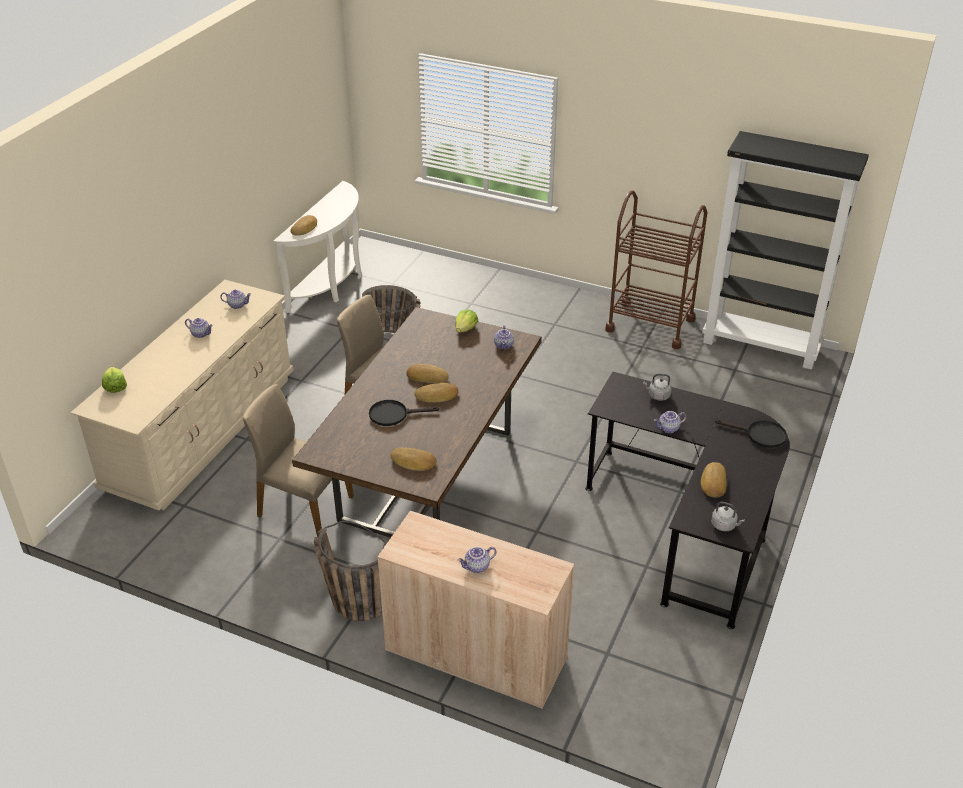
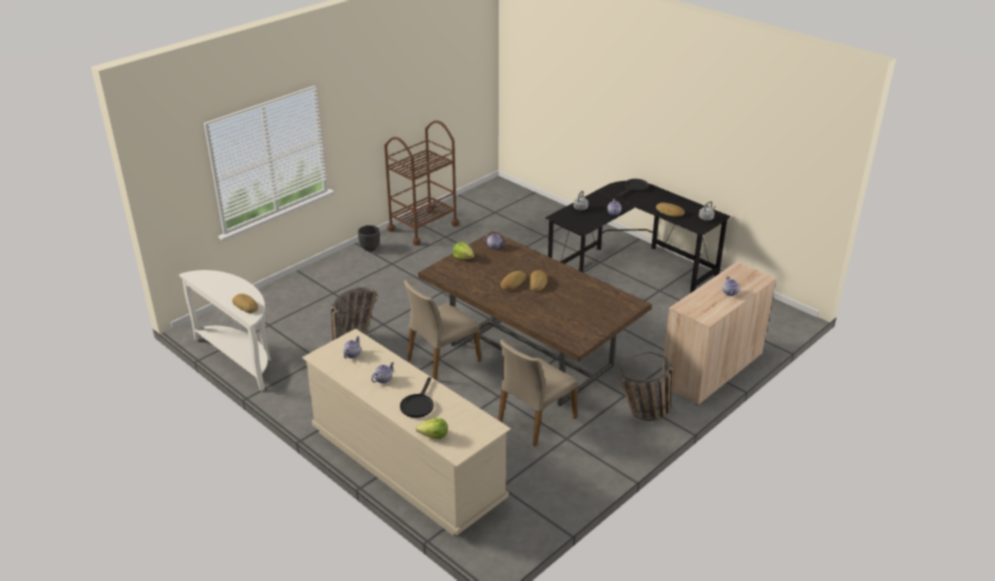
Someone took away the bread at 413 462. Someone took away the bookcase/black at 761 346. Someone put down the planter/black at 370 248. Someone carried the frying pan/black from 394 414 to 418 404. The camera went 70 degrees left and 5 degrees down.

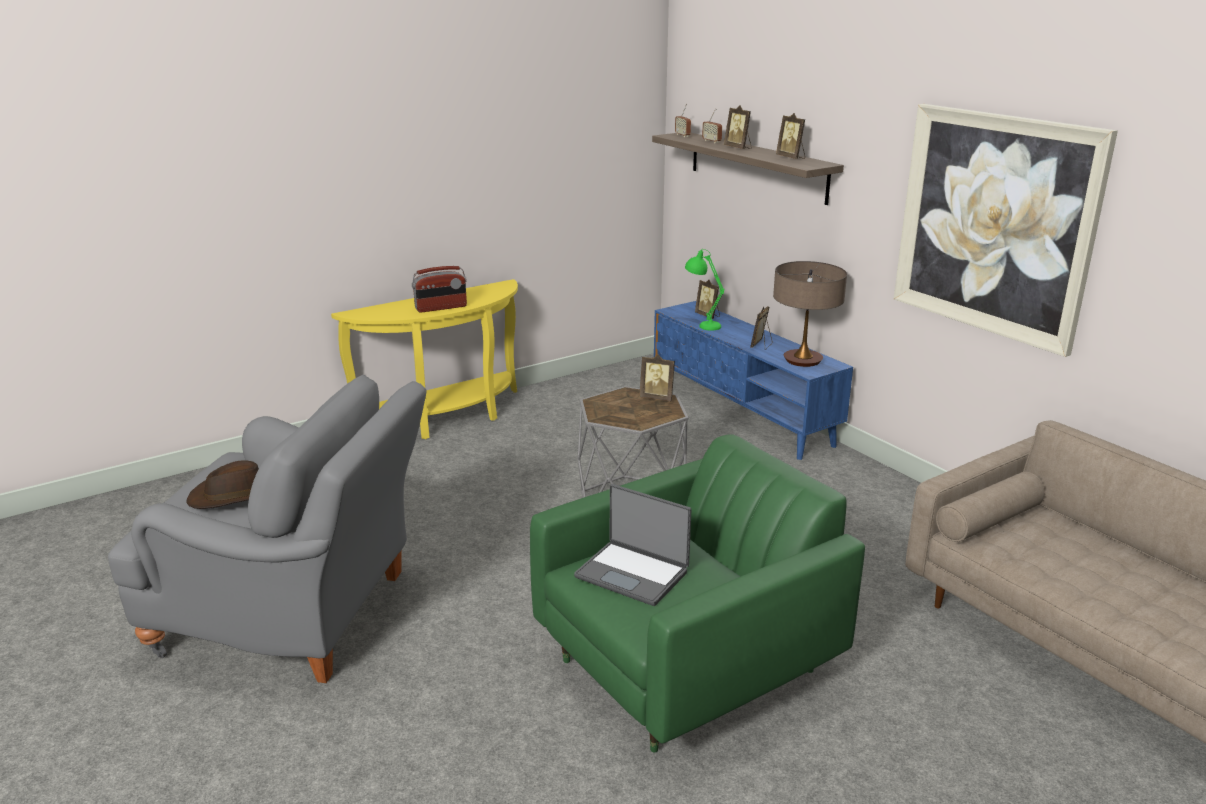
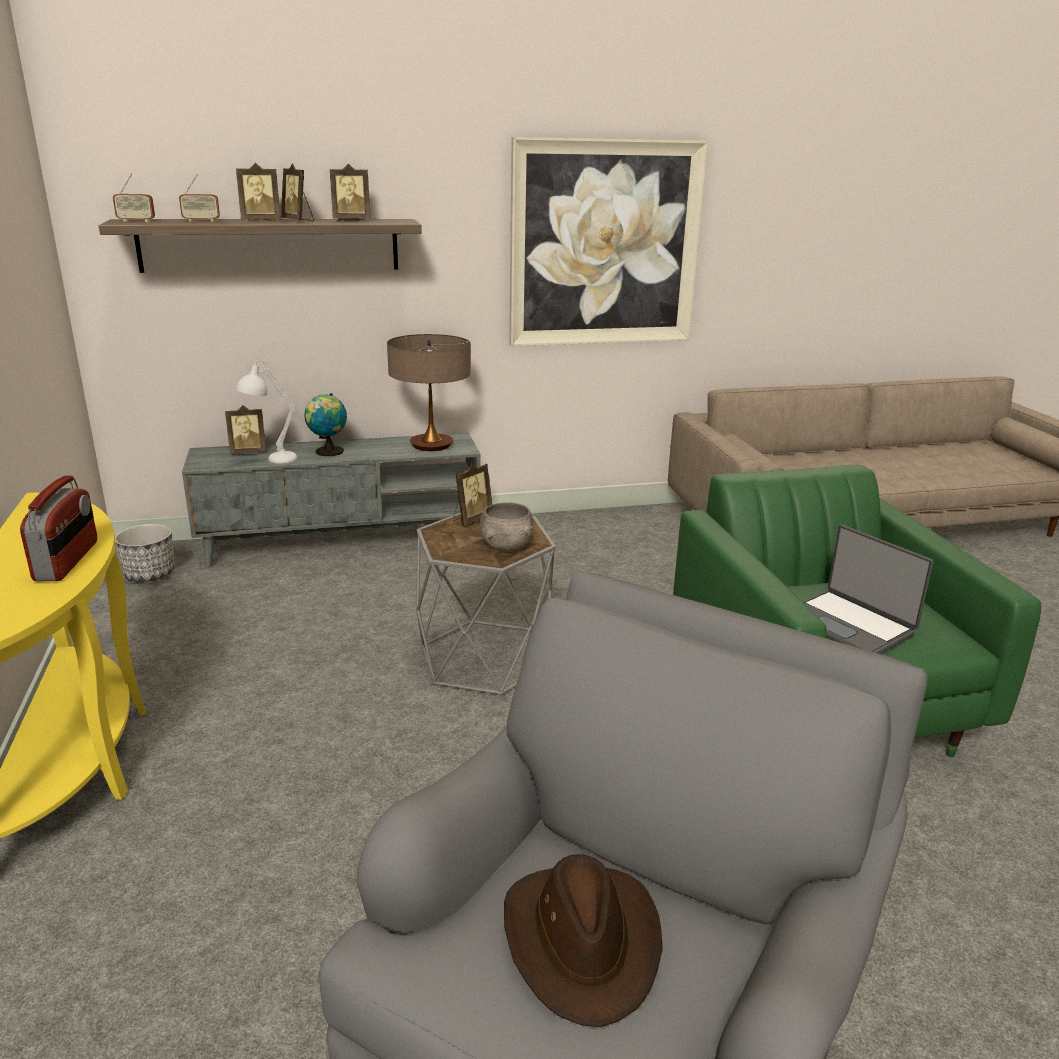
Someone put down the planter at 149 574. Someone put down the globe at 328 452. Someone put down the bowl/grey at 507 545. Someone carried the picture frame from 761 345 to 298 221. Someone repainted the tv stand/blue at 742 413, which became the tv stand/grey at 343 543. Someone repainted the table lamp/green at 702 324, which became the table lamp/white at 271 460. Someone rotated the laptop at 633 573 by 90 degrees clockwise. The camera went 70 degrees left and 0 degrees up.

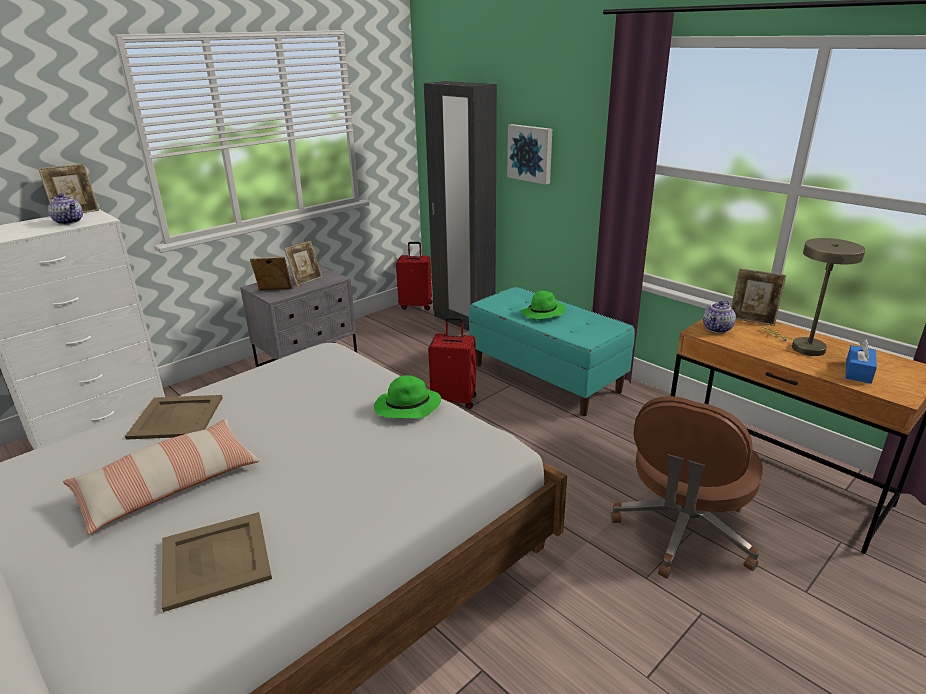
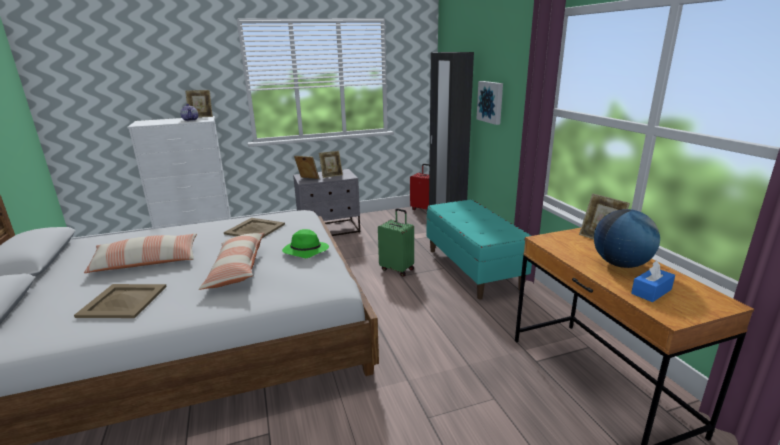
Someone took away the hat/green at 543 313. Someone took away the office chair/brown at 683 532. Someone took away the teapot at 717 329. Someone put down the pillow at 237 269. Someone carried the tray/beige from 175 418 to 254 229. Someone swapped the table lamp/beige at 802 346 for the globe at 620 264. Someone repainted the suitcase/red at 454 400, which became the suitcase/green at 397 269. The camera went 25 degrees right and 5 degrees down.

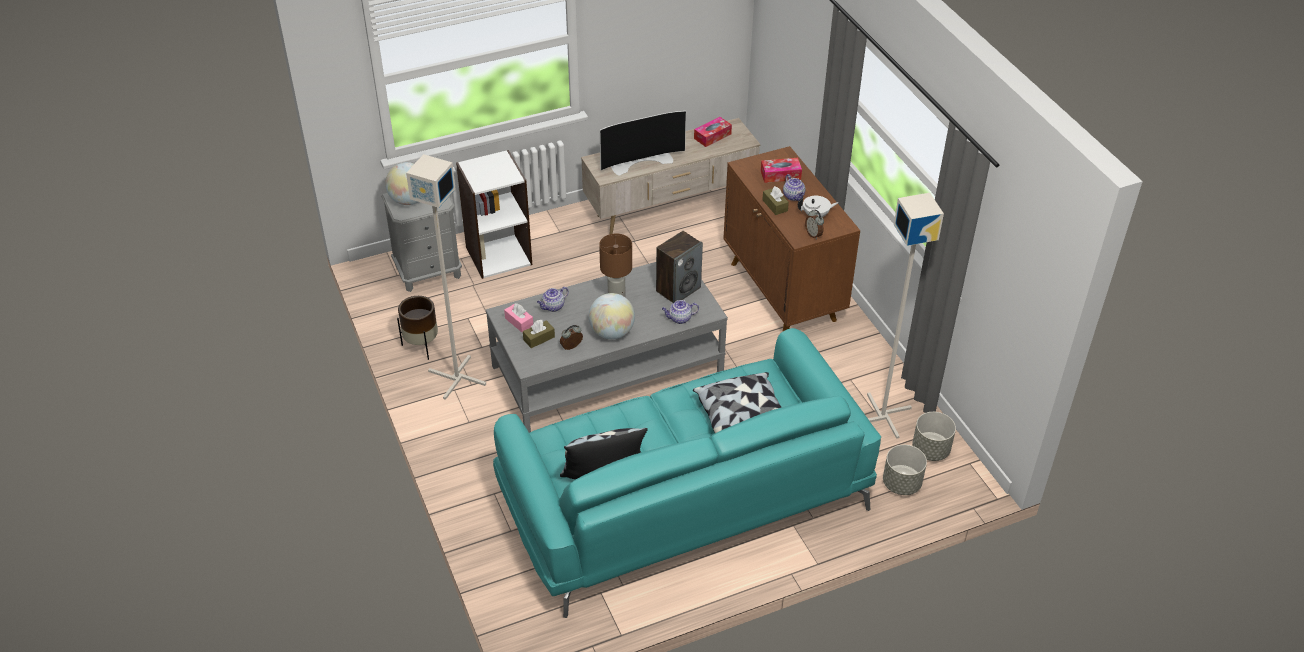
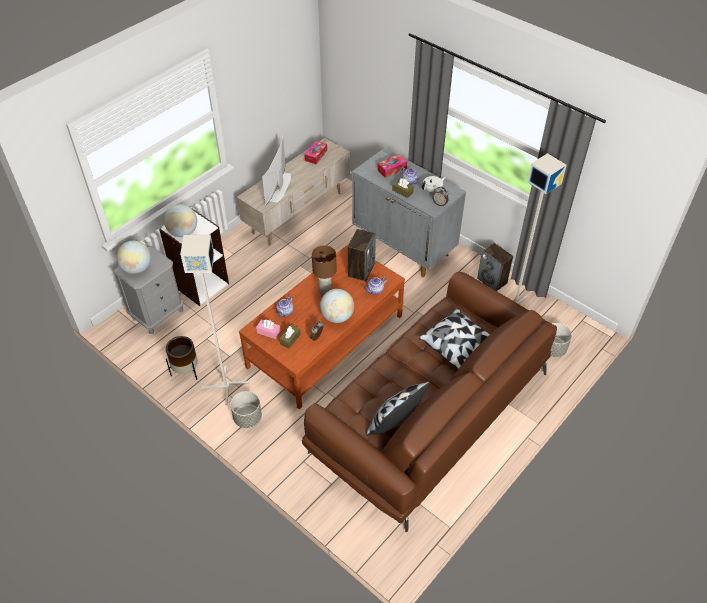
Someone put down the globe at 183 232. Someone put down the speaker at 492 281. Someone carried the planter/grey from 931 450 to 248 418. Someone repainted the coffee table/grey at 607 370, which became the coffee table/brown at 325 341. Someone repainted the sofa/turquoise at 682 498, which became the sofa/brown at 429 413. Someone repainted the cabinet/brown at 783 292, which became the cabinet/grey at 404 247. Someone rotated the television at 641 161 by 150 degrees clockwise. The camera went 25 degrees left and 5 degrees up.

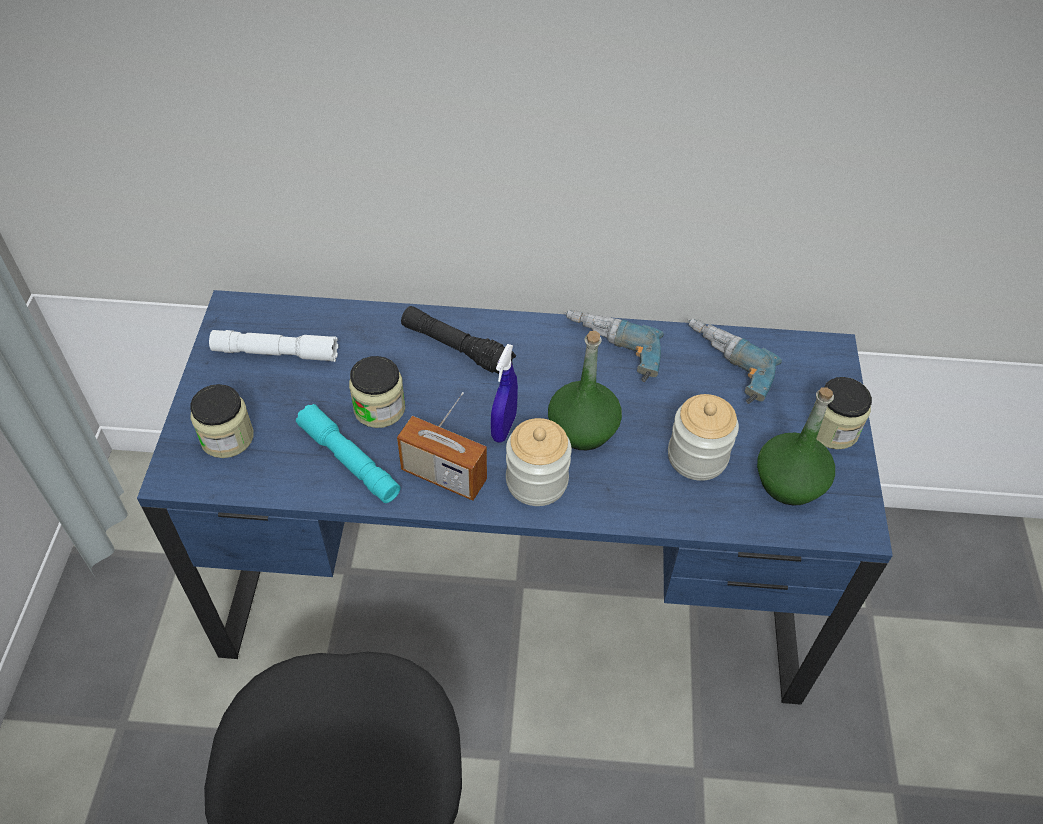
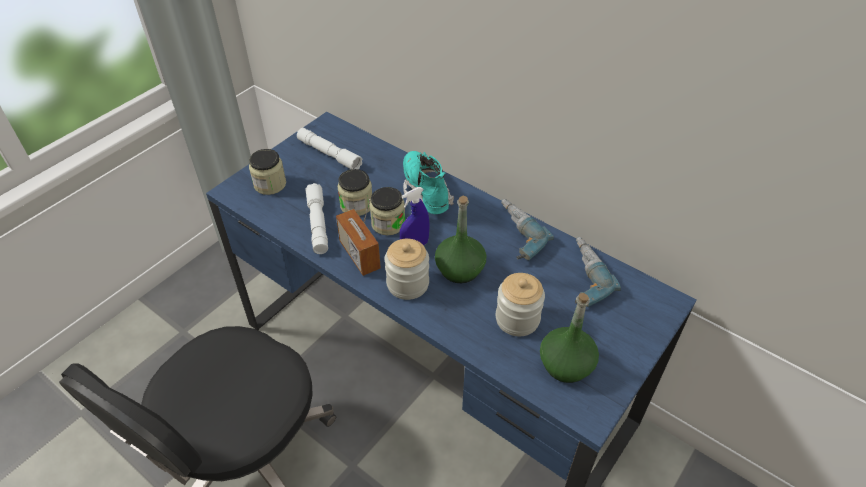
Someone carried the jar from 832 429 to 388 223. Someone swapped the flashlight/black at 457 348 for the boot/turquoise at 425 193. Someone repainted the flashlight/turquoise at 349 461, which became the flashlight/white at 318 224. The camera went 35 degrees right and 5 degrees down.

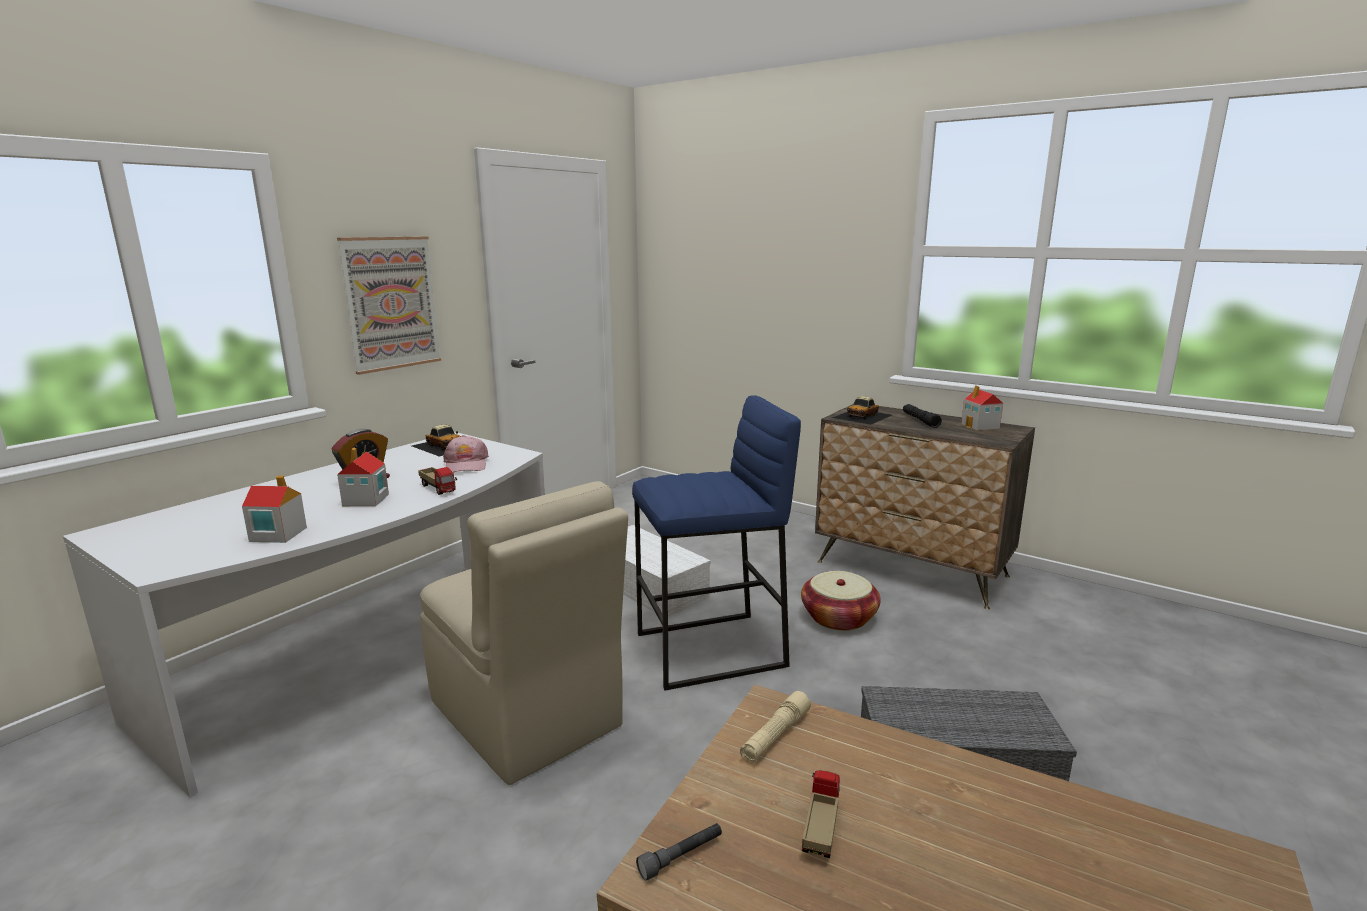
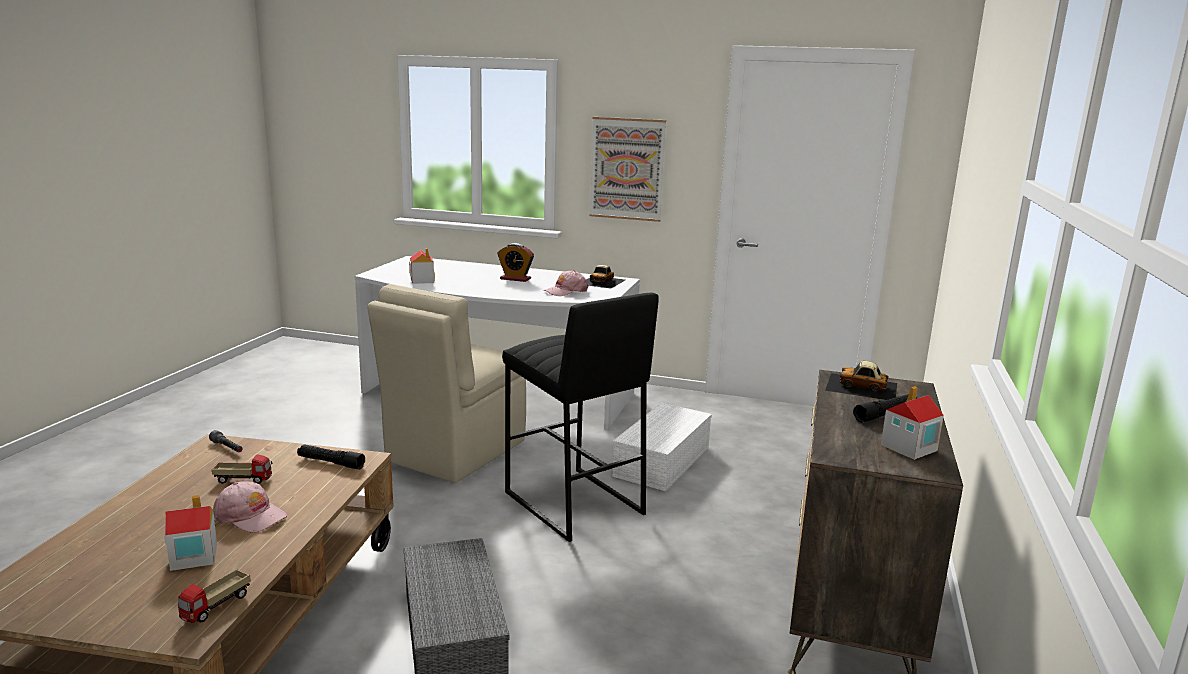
Someone took away the basket at 839 618. Someone put down the cap/pink at 250 516. Someone carried the toy house from 365 500 to 193 557. Someone carried the toy truck from 438 489 to 216 607. Someone repainted the stool/blue at 710 650, which became the stool/black at 572 503. Someone repainted the flashlight/beige at 775 736, which became the flashlight/black at 331 463. The camera went 70 degrees right and 0 degrees up.

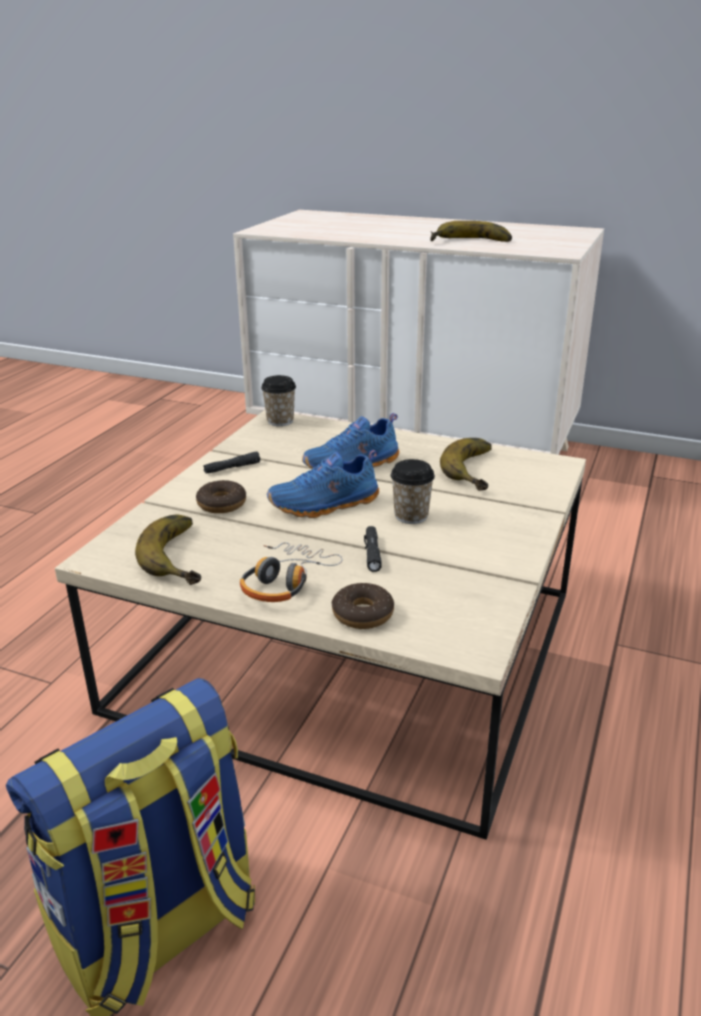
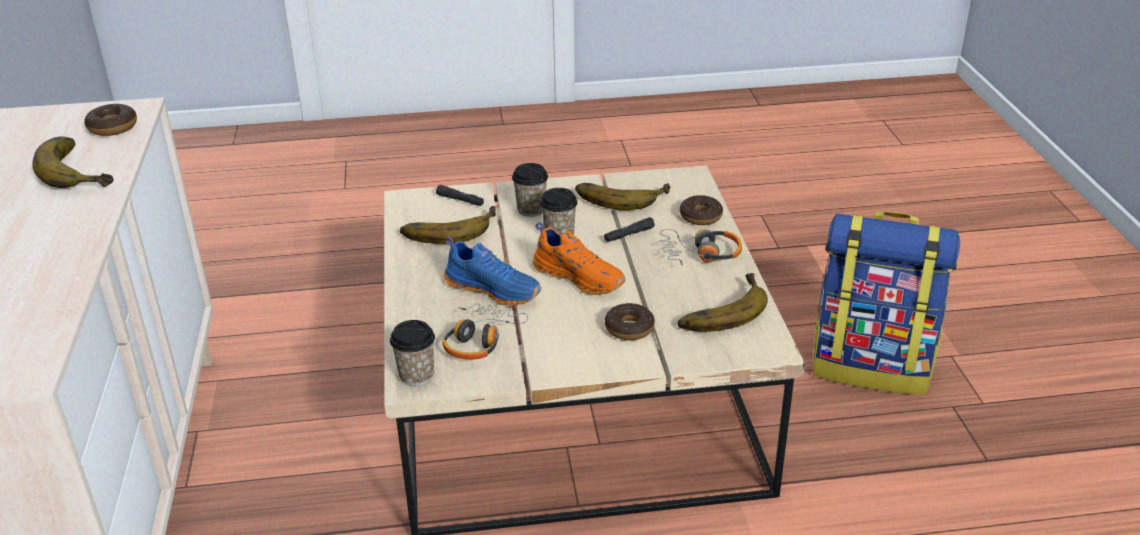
Someone put down the donut at 112 127. Someone put down the headphones at 480 339. Someone put down the cup at 531 209. Someone put down the banana at 620 196. Someone carried the flashlight/black from 232 468 to 460 200. Someone repainted the shoe/blue at 325 505, which became the shoe/orange at 580 277. The camera went 120 degrees left and 5 degrees up.

